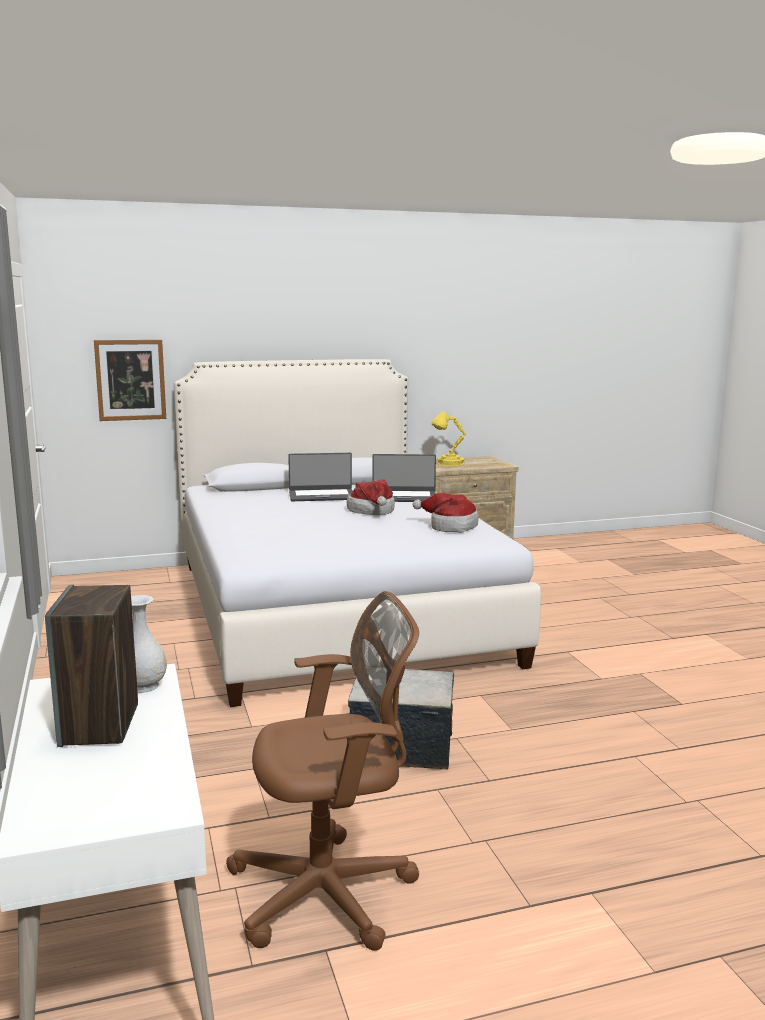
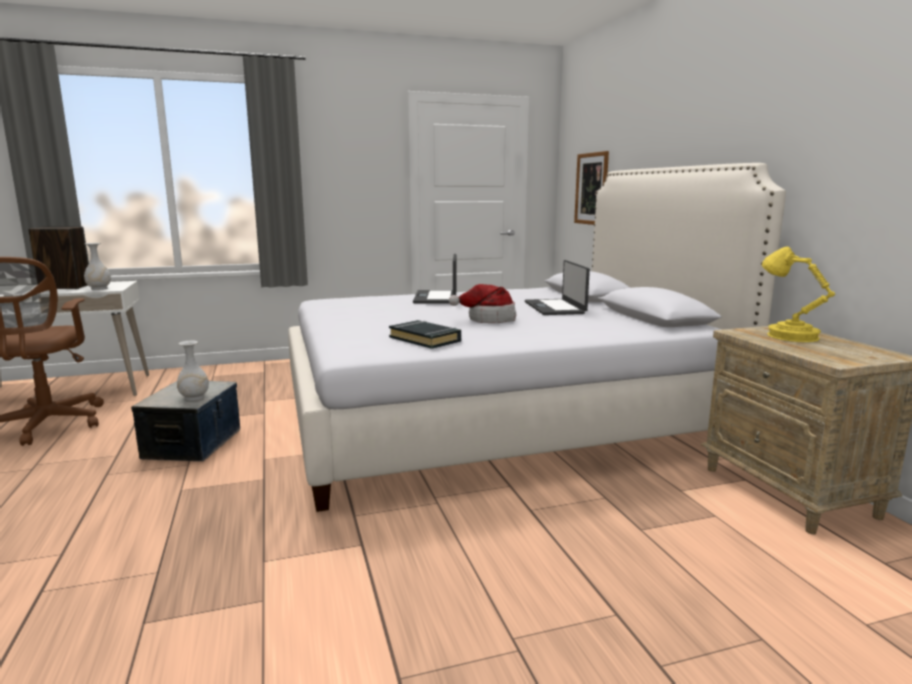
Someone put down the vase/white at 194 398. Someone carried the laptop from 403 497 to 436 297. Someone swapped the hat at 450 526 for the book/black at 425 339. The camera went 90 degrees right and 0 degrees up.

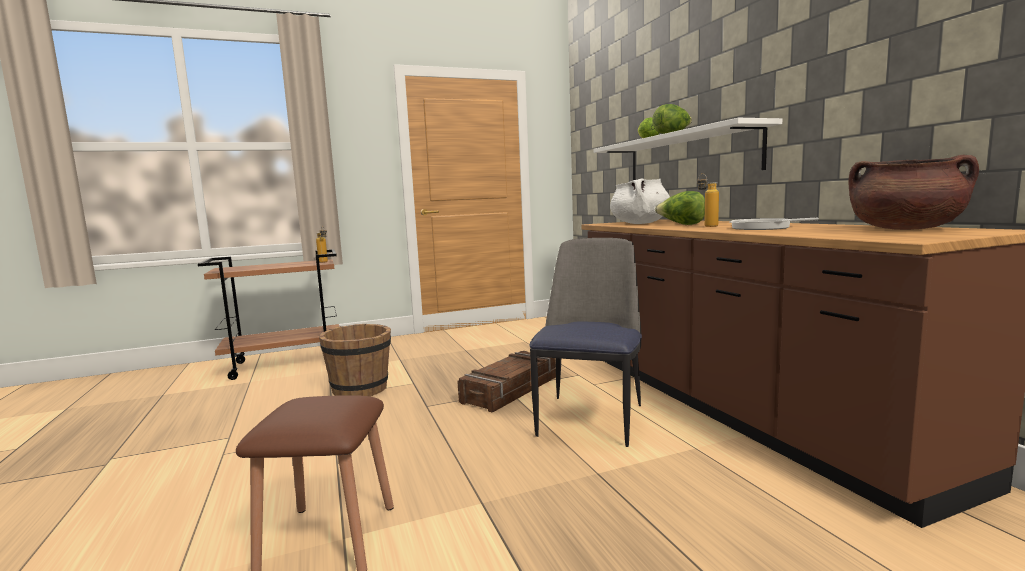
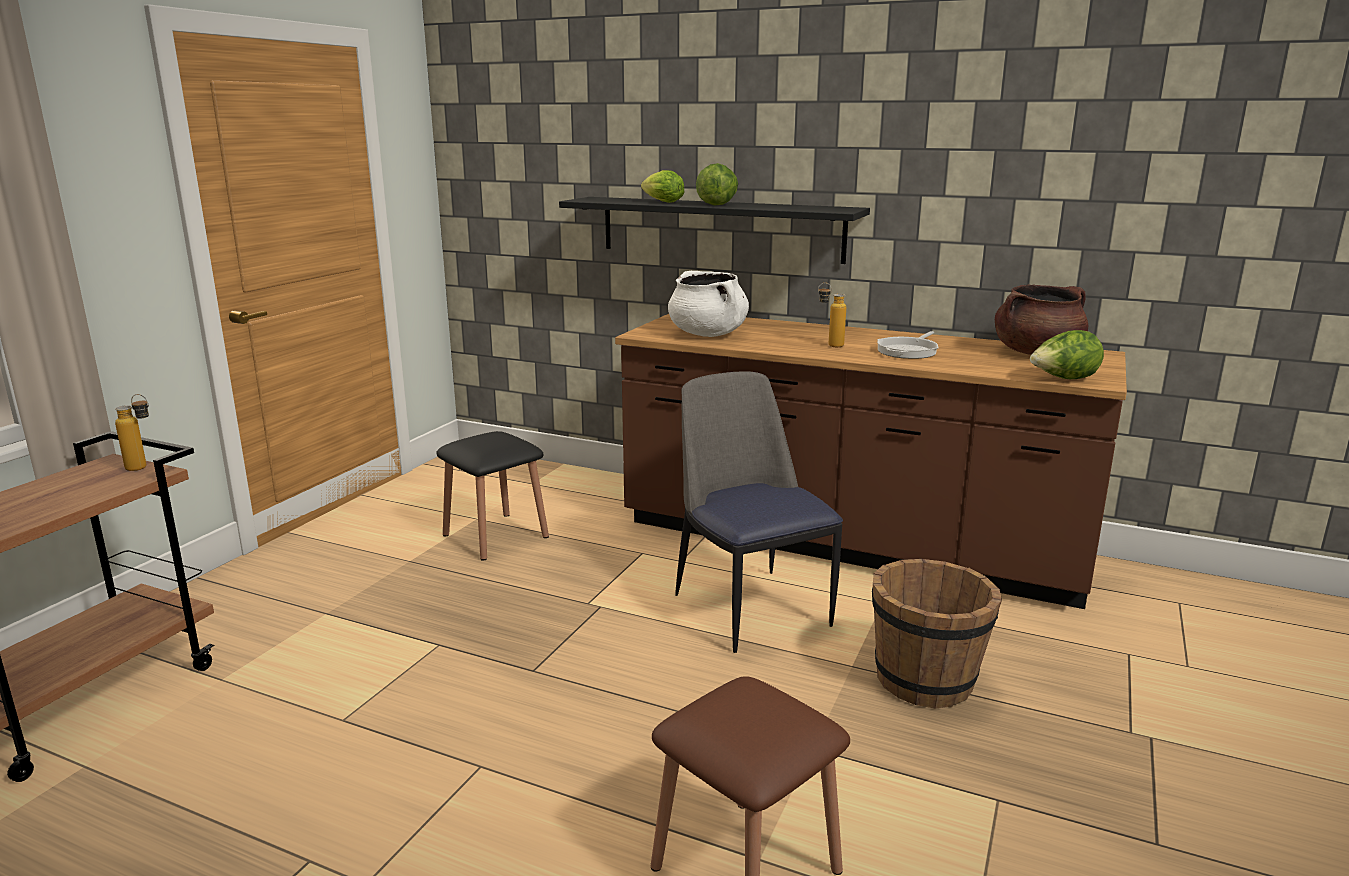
Someone took away the crate at 510 390. Someone put down the stool/black at 495 536. Someone carried the bucket/brown from 361 389 to 925 680. Someone carried the lettuce from 682 225 to 1063 379. Someone repainted the shelf/white at 688 156, which became the shelf/black at 720 229. The camera went 45 degrees left and 10 degrees up.

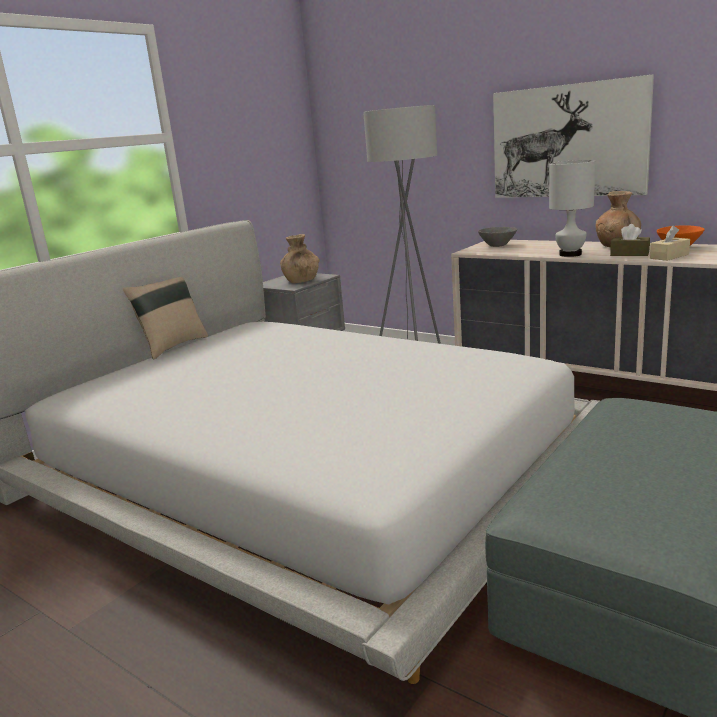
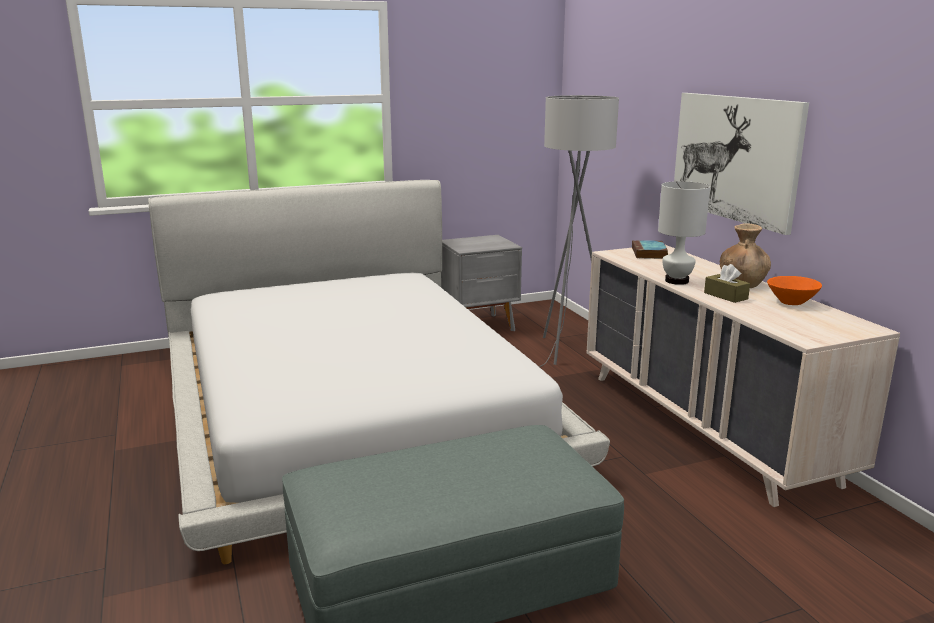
Someone took away the pillow/beige at 172 346. Someone took away the vase/brown at 301 281. Someone took away the tissue box/beige at 669 256. Someone swapped the bowl/grey at 498 245 for the book at 649 253. The camera went 30 degrees right and 0 degrees up.

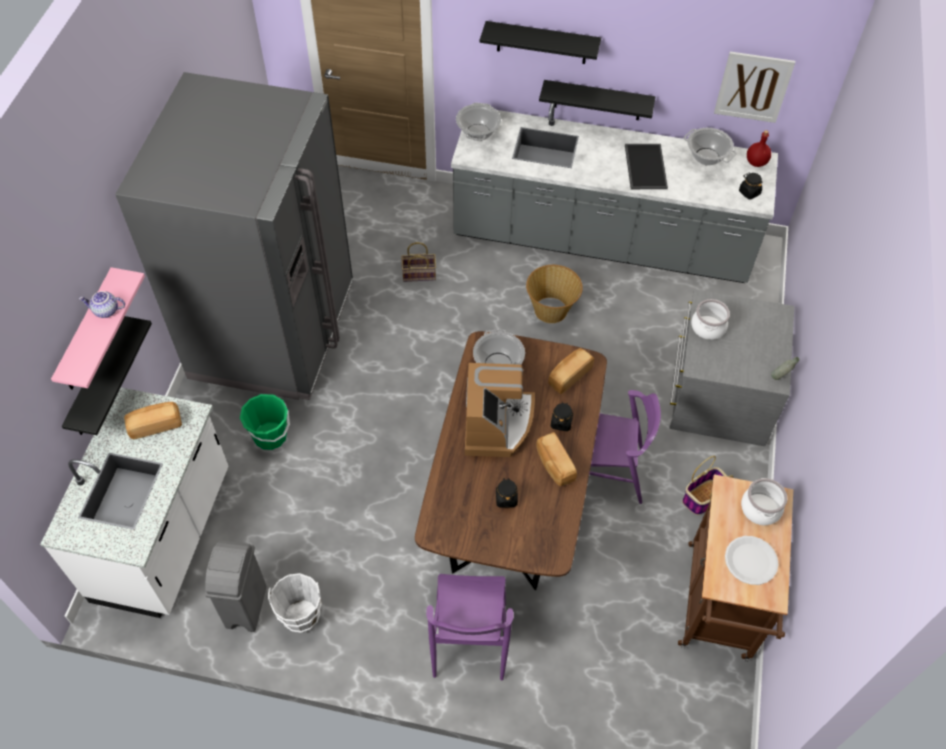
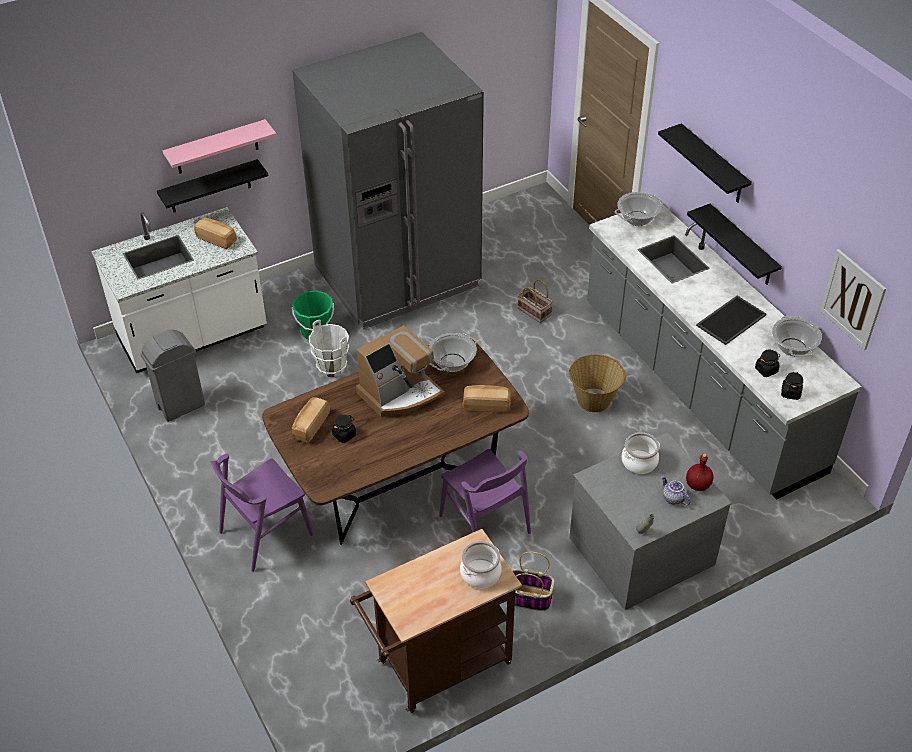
Someone took away the plate/white at 750 561. Someone carried the teapot from 106 311 to 673 498. Someone carried the bucket/white from 301 617 to 331 367. Someone carried the bread from 554 465 to 310 426. Someone carried the jar/black from 561 422 to 766 370. Someone carried the bottle/red from 756 162 to 698 485. The camera went 50 degrees right and 10 degrees down.

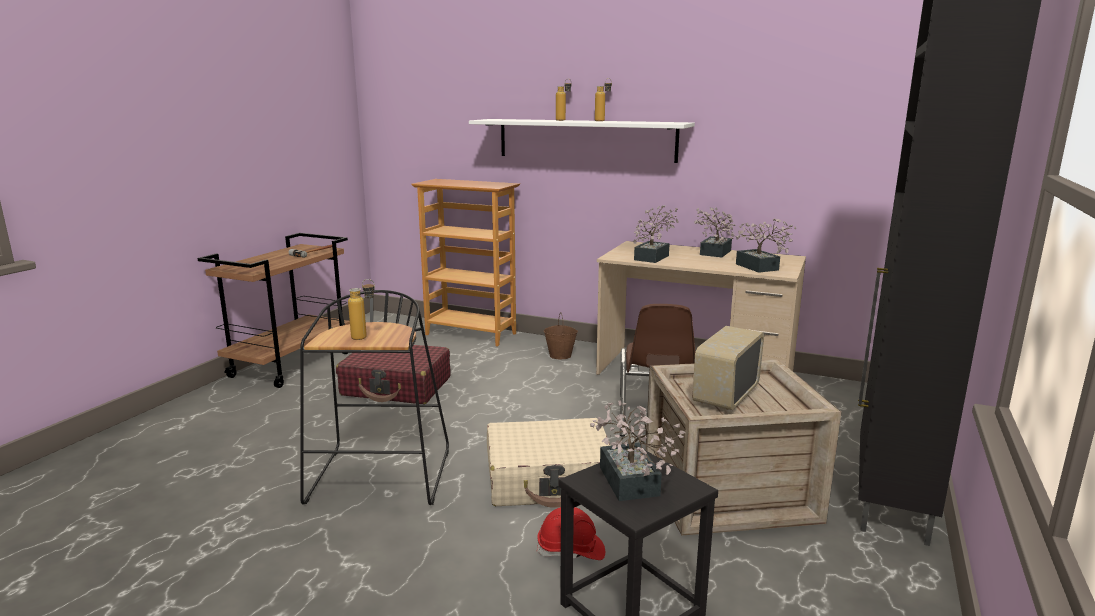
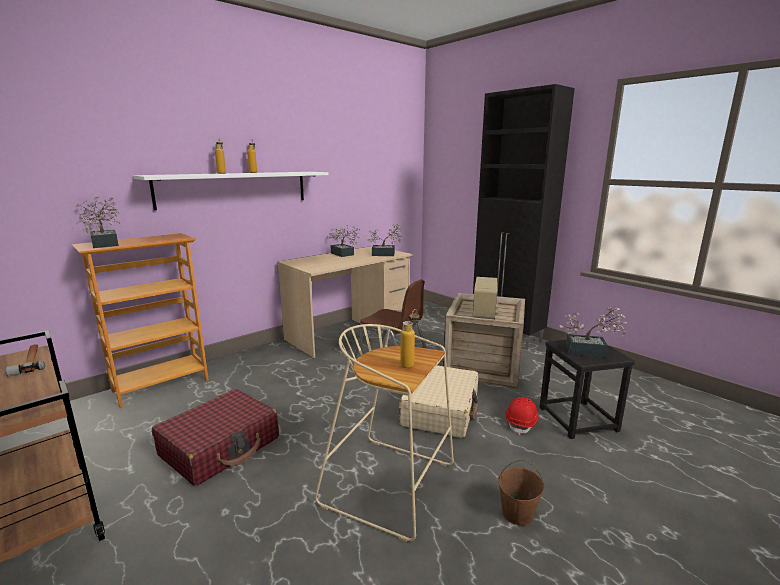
Someone carried the bucket/brown from 560 355 to 517 513. Someone carried the potted plant from 654 257 to 105 243. Someone repainted the stool/black at 381 478, which became the stool/beige at 391 484. Someone rotated the radio at 725 395 by 135 degrees counterclockwise. The camera went 65 degrees left and 0 degrees up.

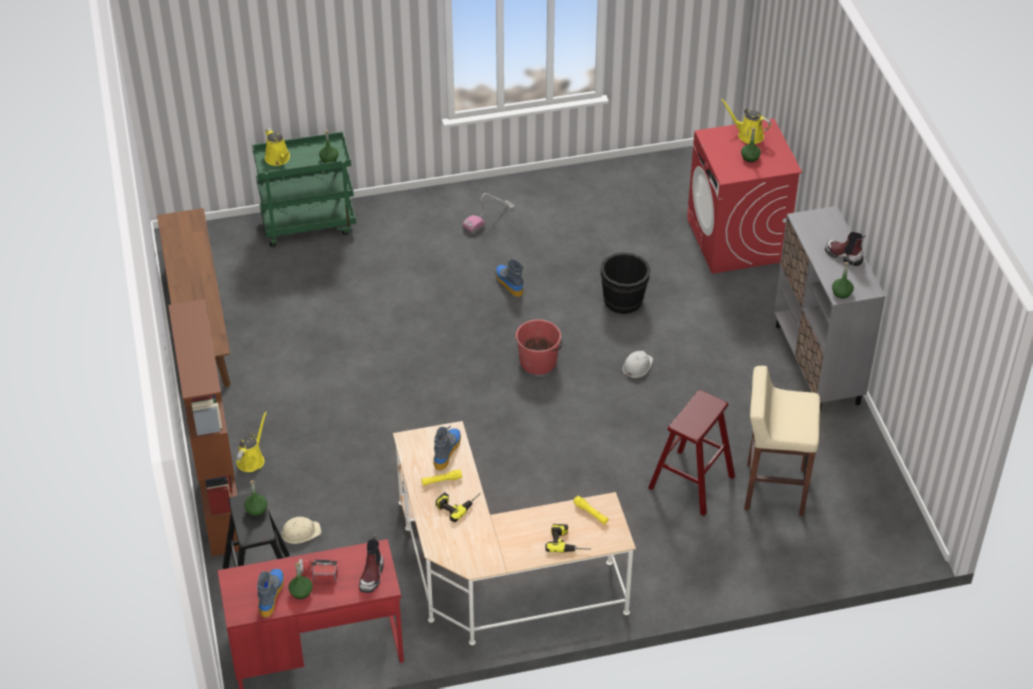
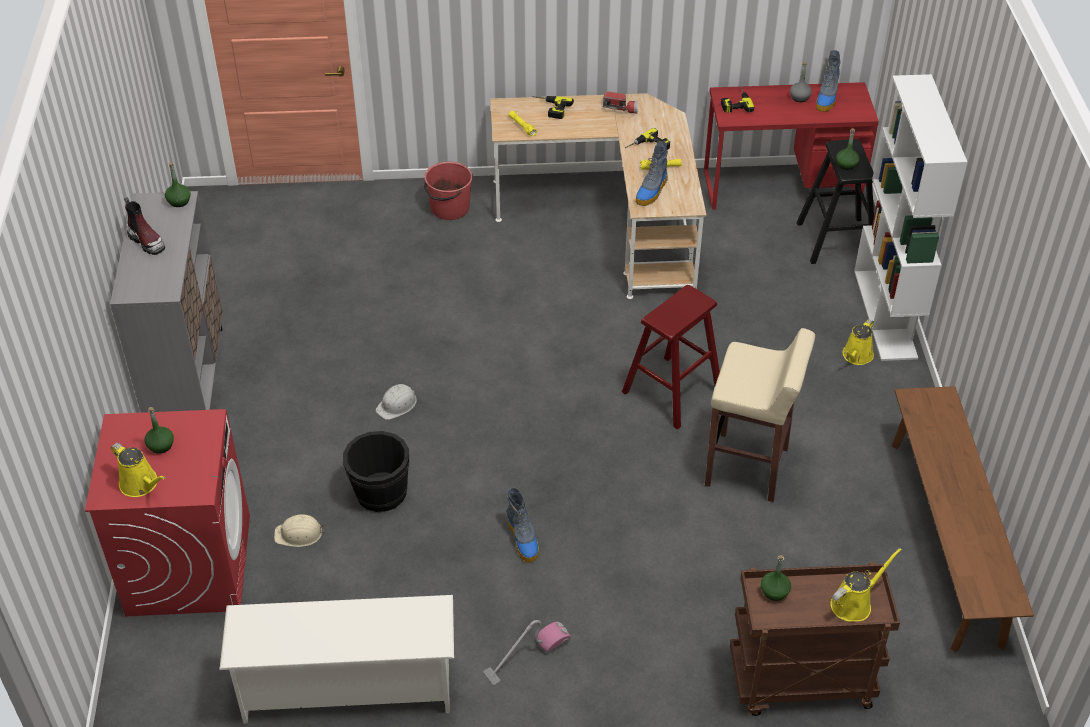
Someone put down the shoe rack/white at 347 687. Someone carried the hard hat/beige from 300 532 to 299 534. Someone carried the flashlight from 318 573 to 620 108. Someone carried the bucket/red from 538 361 to 449 208. Someone carried the stool/red from 691 482 to 672 392. Someone carried the stool/beige from 773 489 to 748 467. Someone swapped the boot at 372 575 for the power drill at 735 102. Someone repainted the bookcase/brown at 220 505, which became the bookcase/white at 886 314. Someone repainted the cart/green at 309 224, which became the cart/brown at 800 683. Someone repainted the bottle/green at 301 592, which became the bottle/grey at 799 97. Someone rotated the watering can/yellow at 278 159 by 75 degrees clockwise. The camera went 170 degrees left and 0 degrees up.

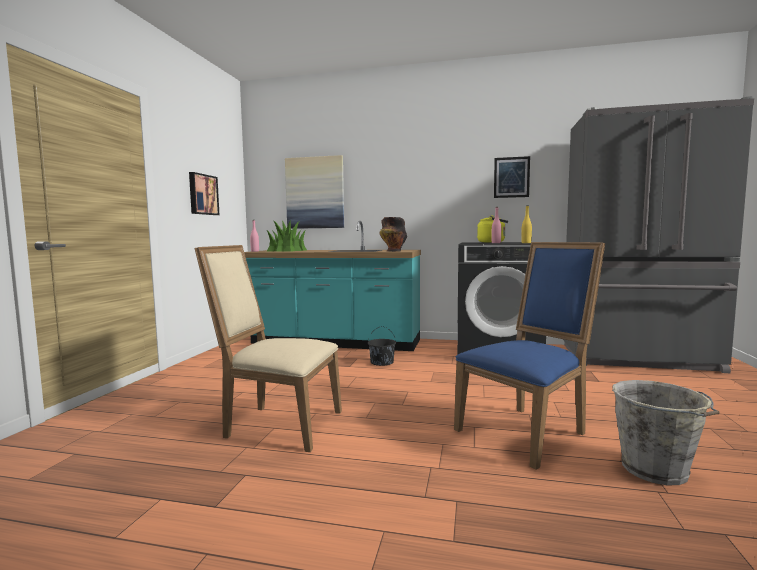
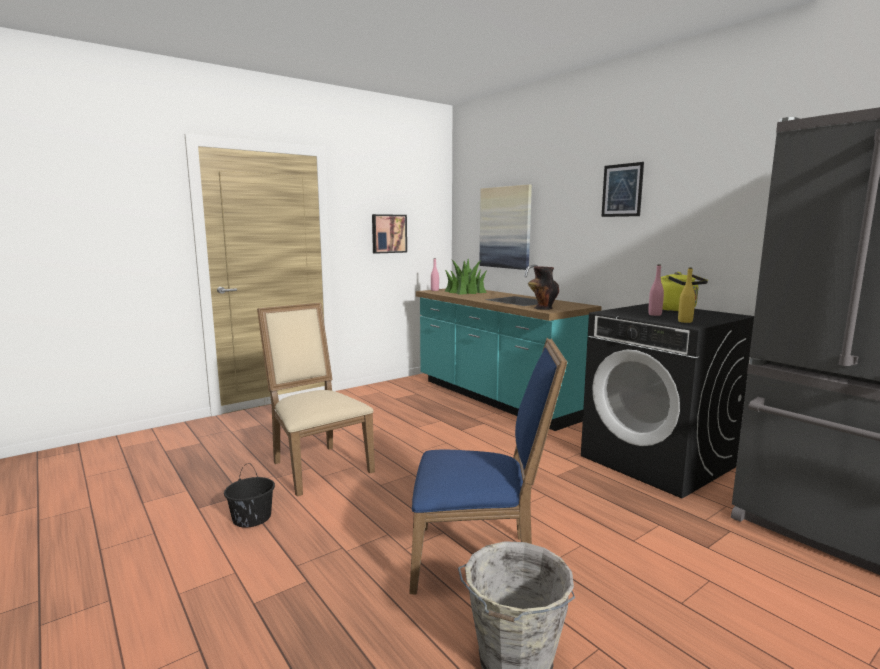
Someone carried the bucket/black from 381 362 to 251 518. Someone carried the picture from 511 177 to 622 190. The camera went 40 degrees right and 5 degrees up.

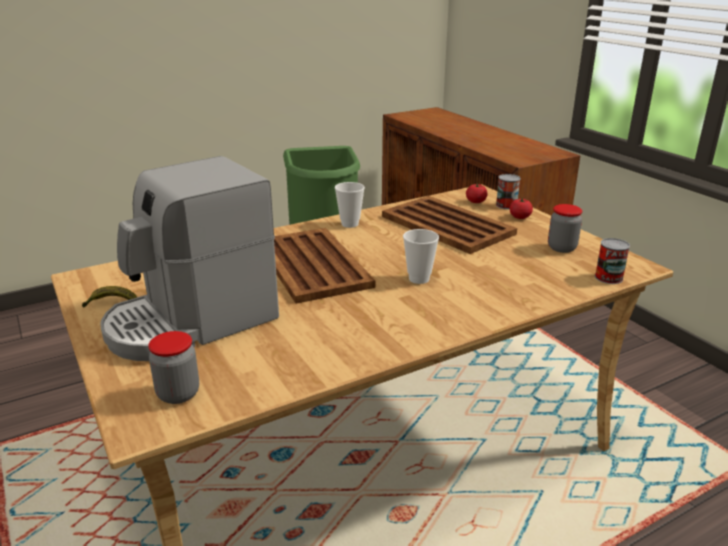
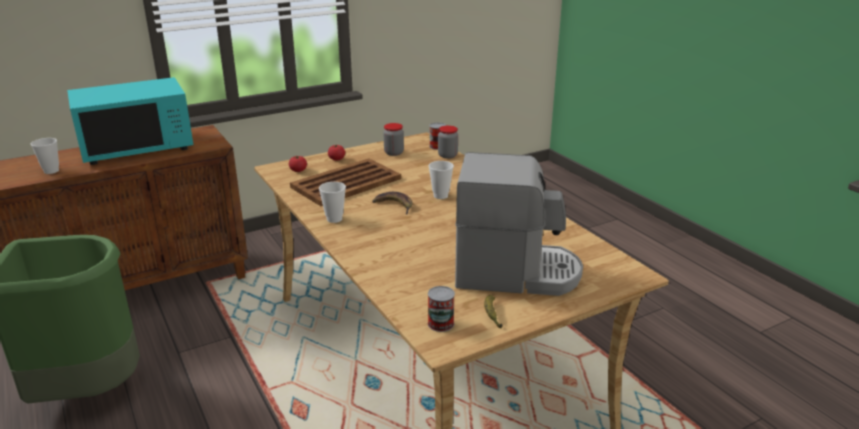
Someone took away the tray/brown at 312 266. Someone put down the cup at 51 171. Someone put down the microwave/turquoise at 137 148. Someone put down the banana at 394 205. Someone carried the jar from 178 394 to 447 155. Someone carried the can from 506 205 to 440 324. Someone rotated the coffee machine at 191 322 by 45 degrees counterclockwise. The camera went 90 degrees left and 0 degrees up.

